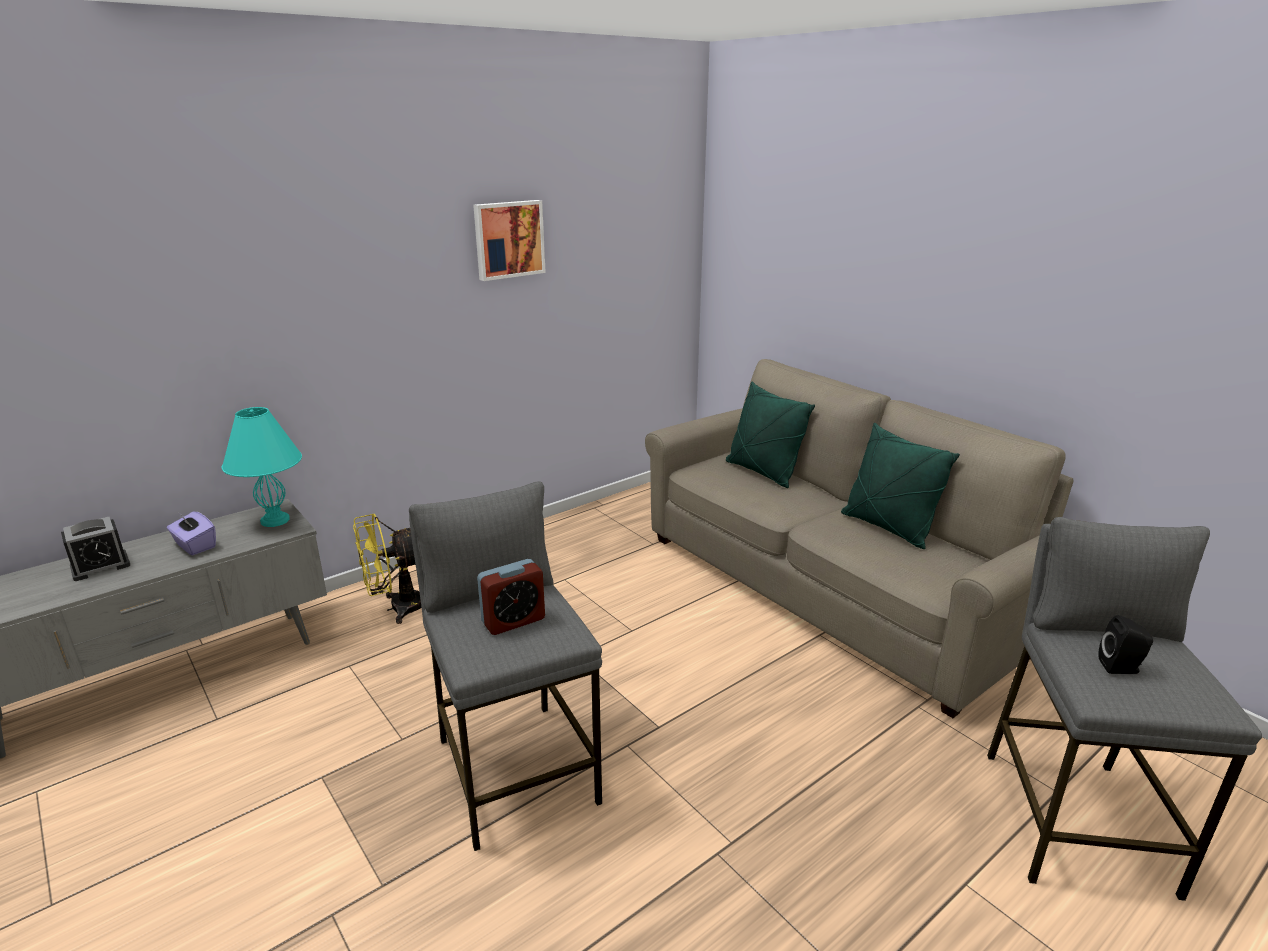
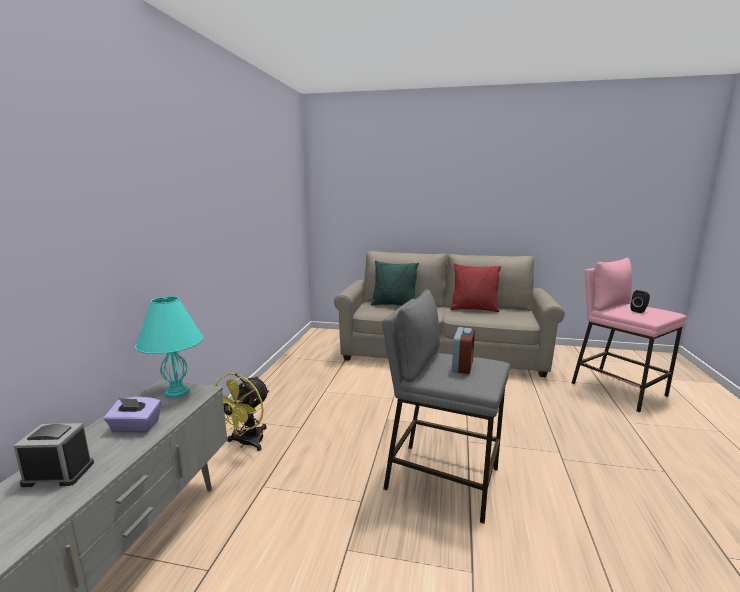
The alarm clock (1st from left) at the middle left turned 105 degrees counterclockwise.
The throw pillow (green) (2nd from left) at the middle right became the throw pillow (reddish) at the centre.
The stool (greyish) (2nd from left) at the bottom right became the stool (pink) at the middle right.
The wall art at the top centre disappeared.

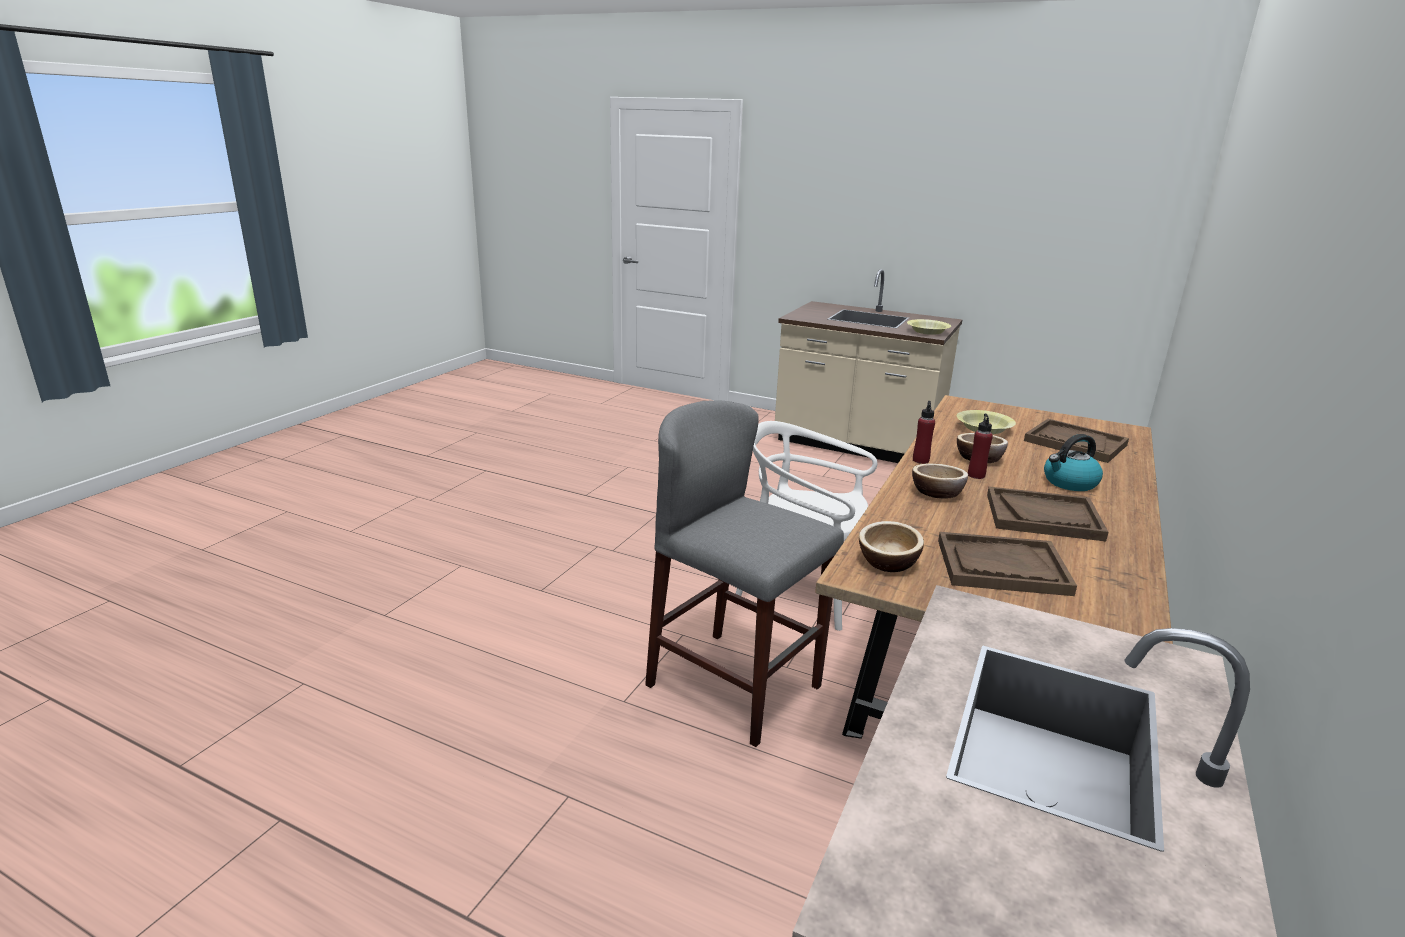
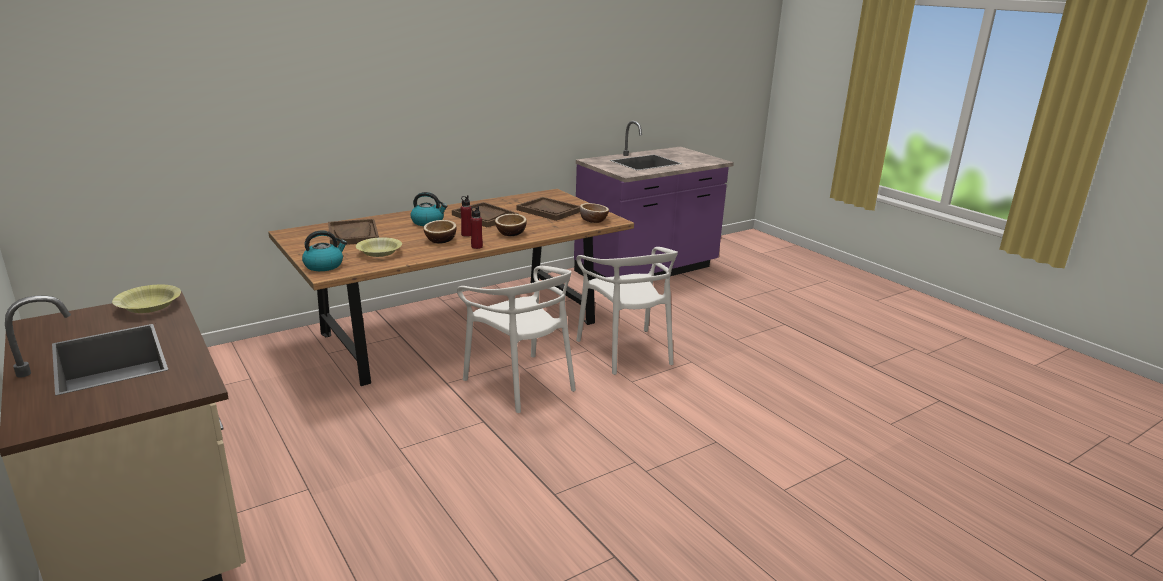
The tea kettle (1st from left) at the middle left appeared.
The stool (greyish) at the centre was replaced by the upright chair (white-coloured) (2nd from left) at the centre.

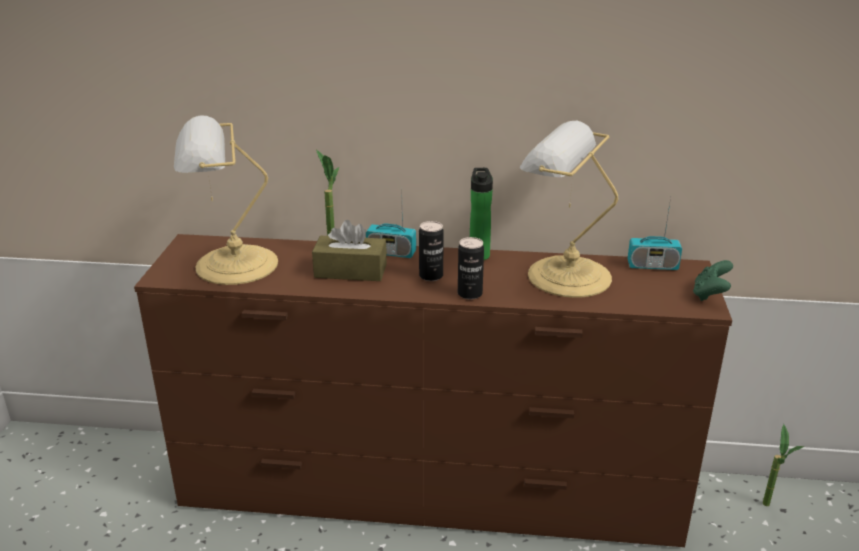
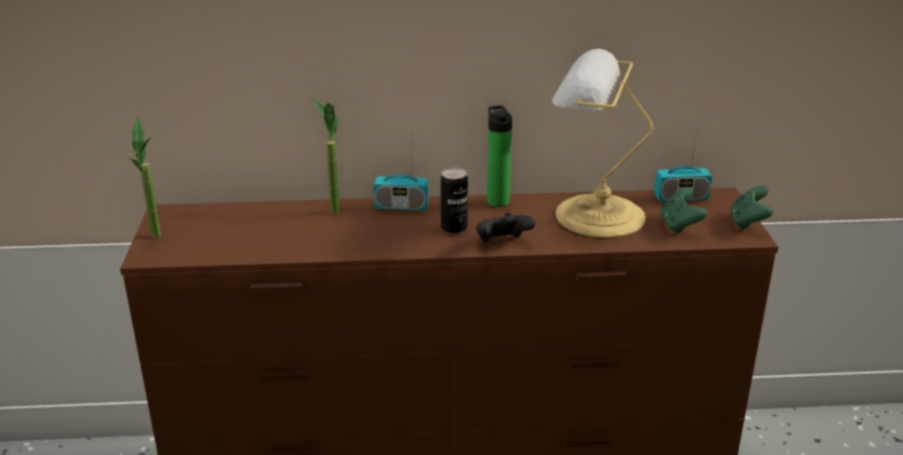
The plant in a pot (2nd from left in the first image) moved from the bottom right to the middle left.
The sealed can (2nd from left) at the centre was replaced by the gamepad (blackish) at the centre.
The gamepad (green) (1st from left) at the middle right appeared.
The tabletop lamp (1st from left) at the middle left disappeared.
The box of tissues (brown) at the centre disappeared.

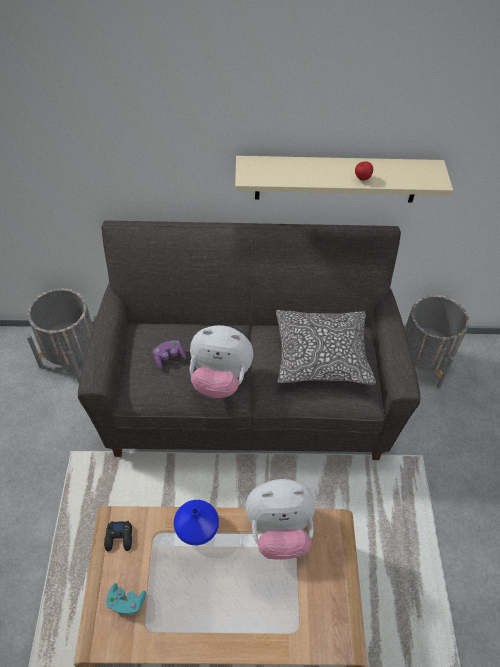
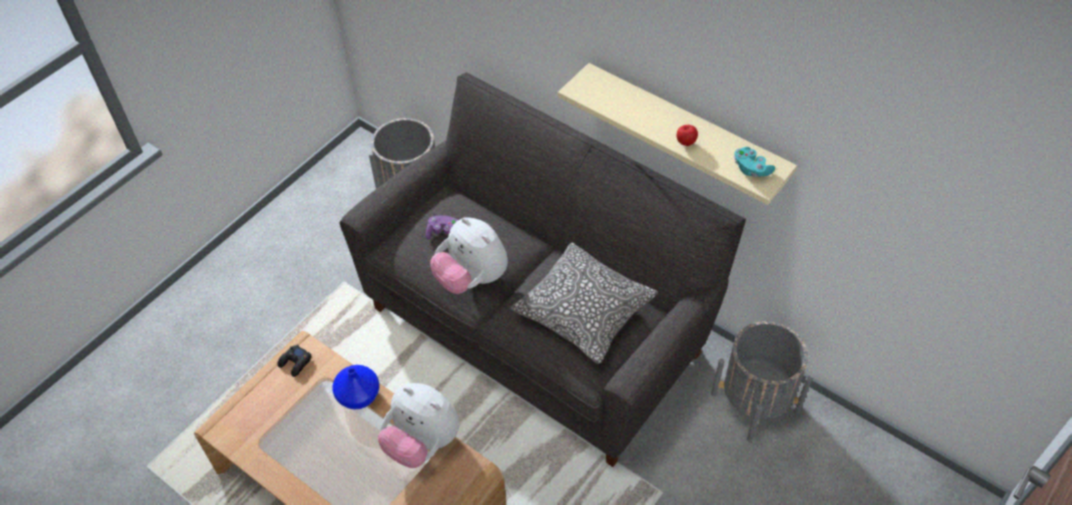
The gamepad (turquoise-coloured) moved from the bottom left to the top right.

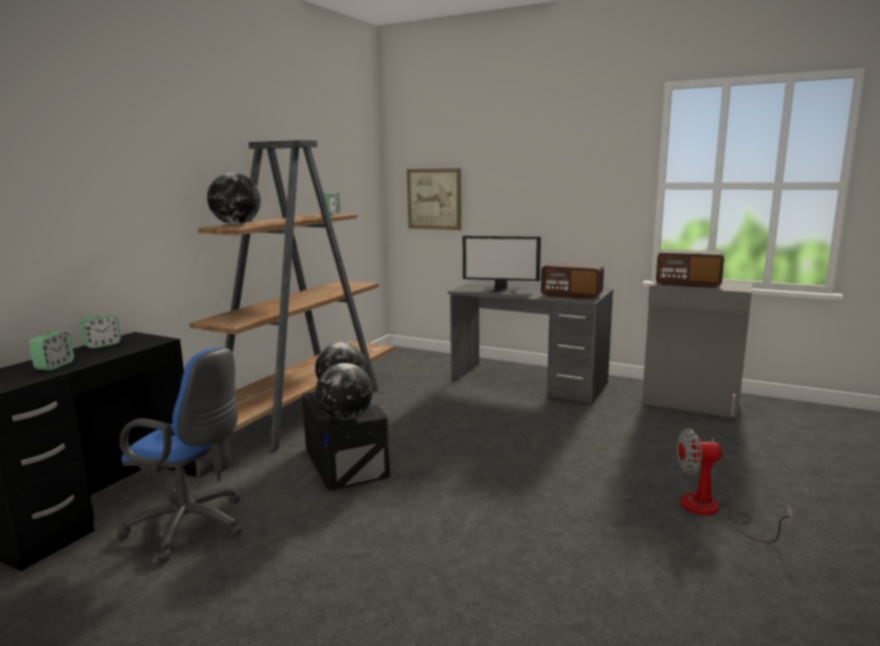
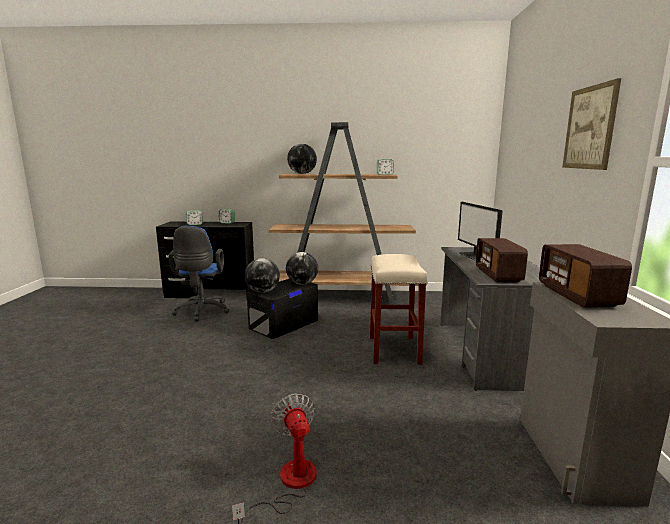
The stool (sand-coloured) at the centre appeared.
The wall art moved from the top centre to the top right.

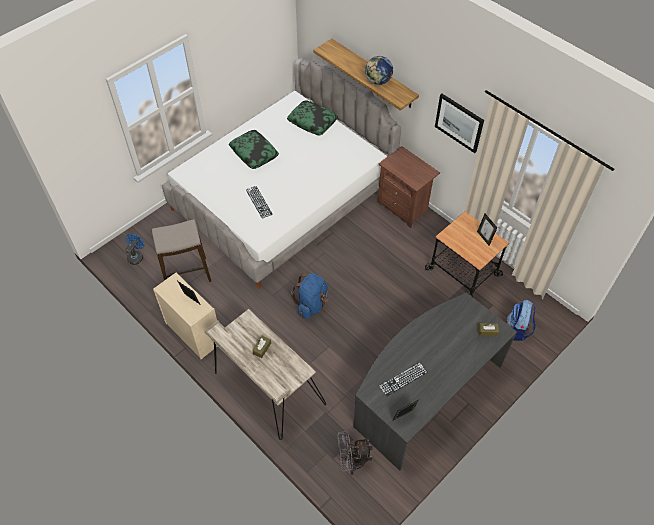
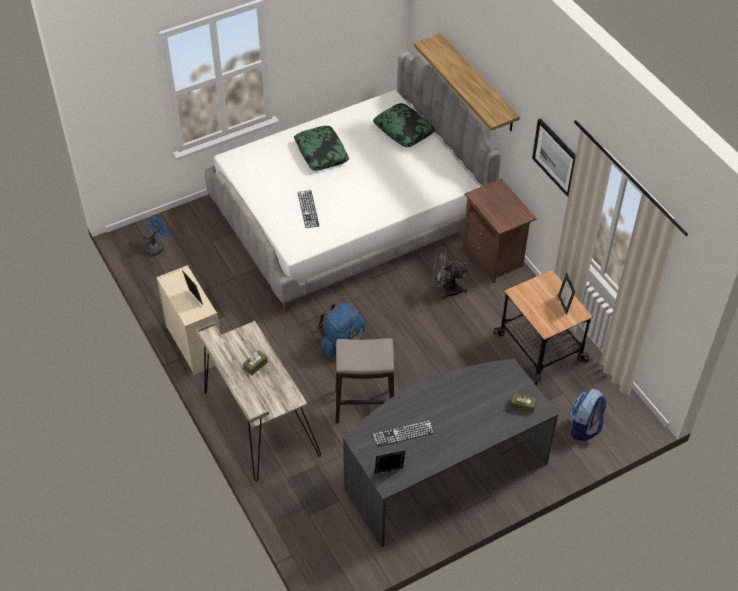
The stool moved from the middle left to the centre.
The electric fan (greyish) moved from the bottom centre to the centre.
The globe at the top centre disappeared.

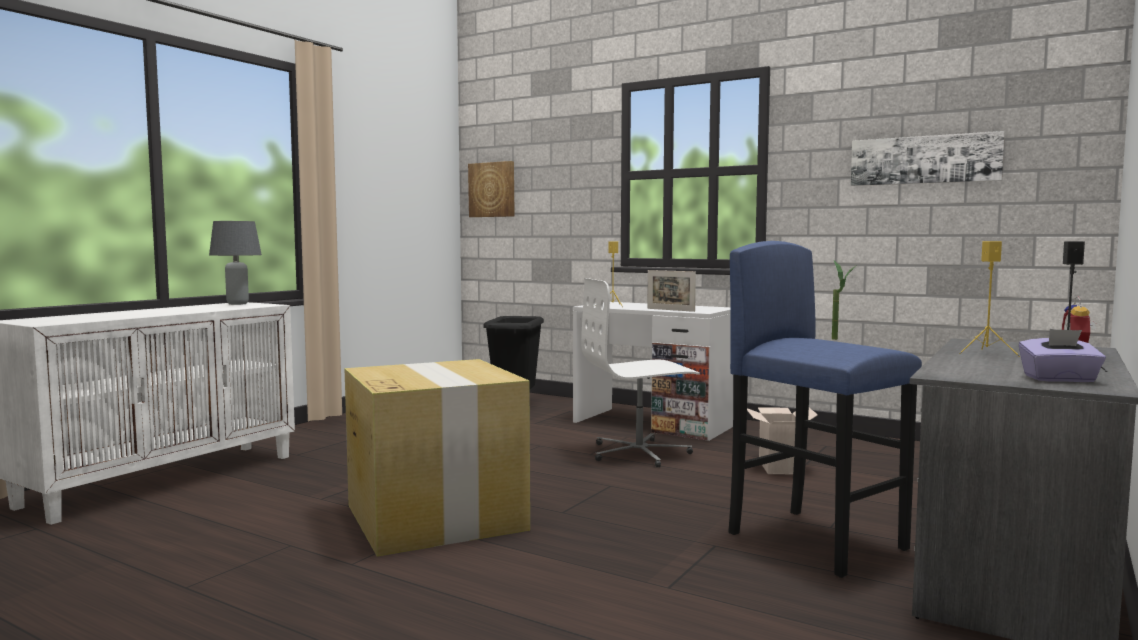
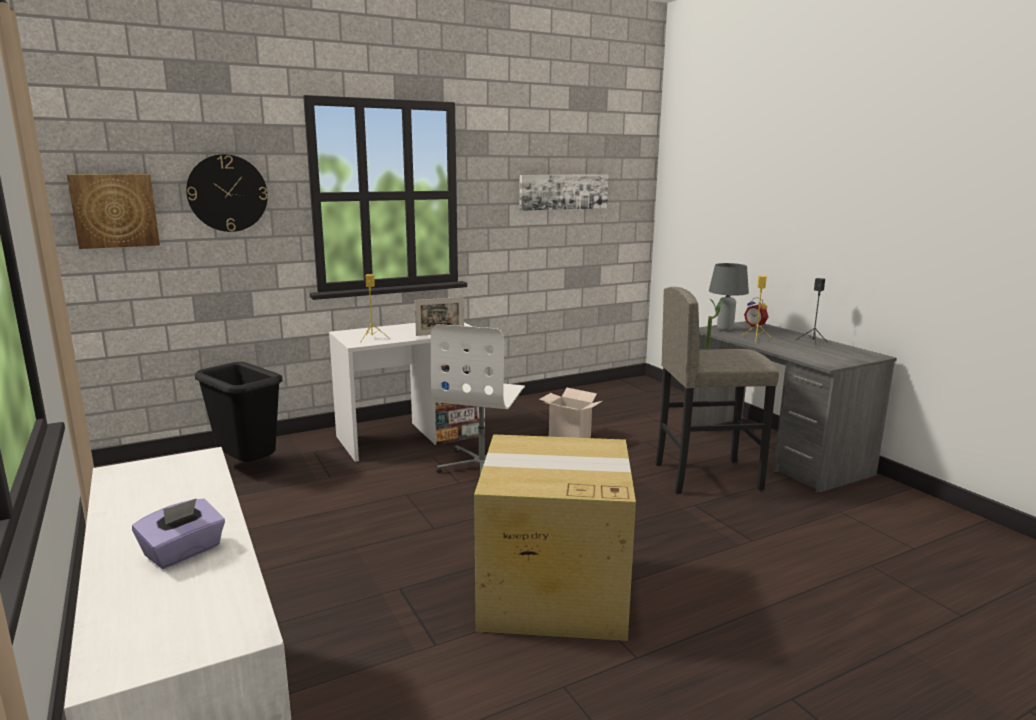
The box of tissues (purplish) moved from the middle right to the bottom left.
The wall clock at the top left appeared.
The stool (bluish) at the middle right became the stool (greyish) at the middle right.
The tabletop lamp (greyish) moved from the middle left to the middle right.

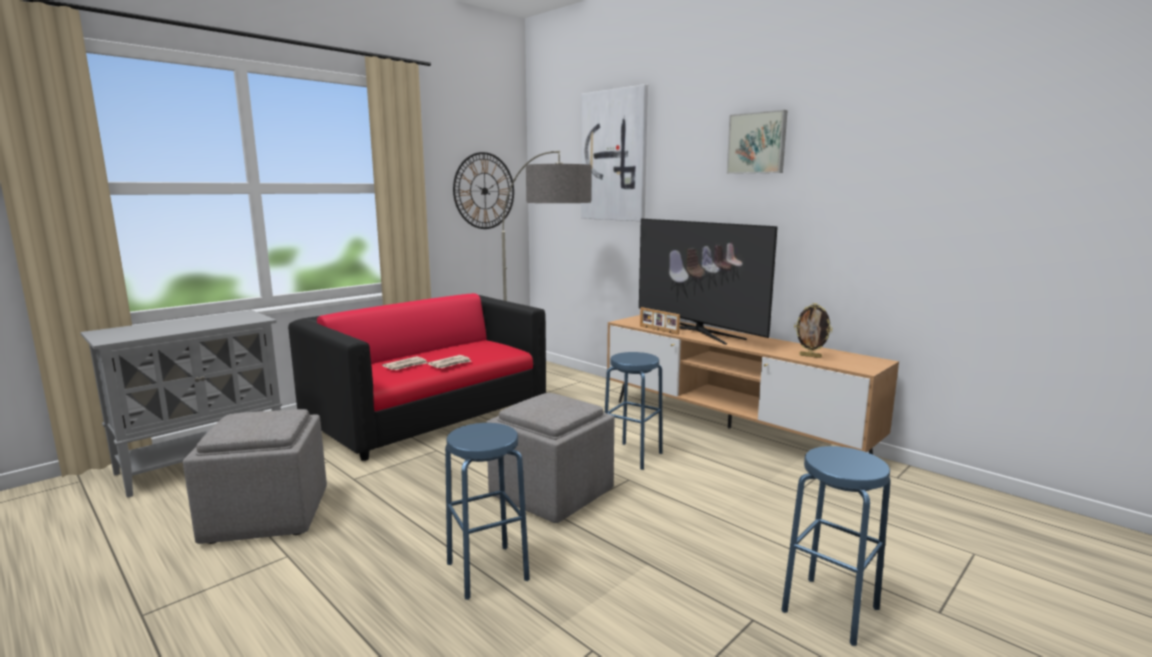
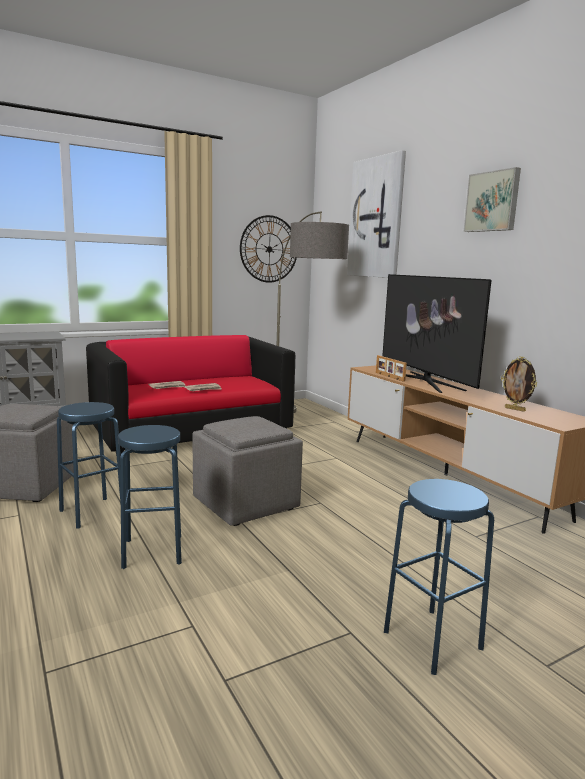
The stool (bluish) (2nd from left in the first image) moved from the centre to the middle left.

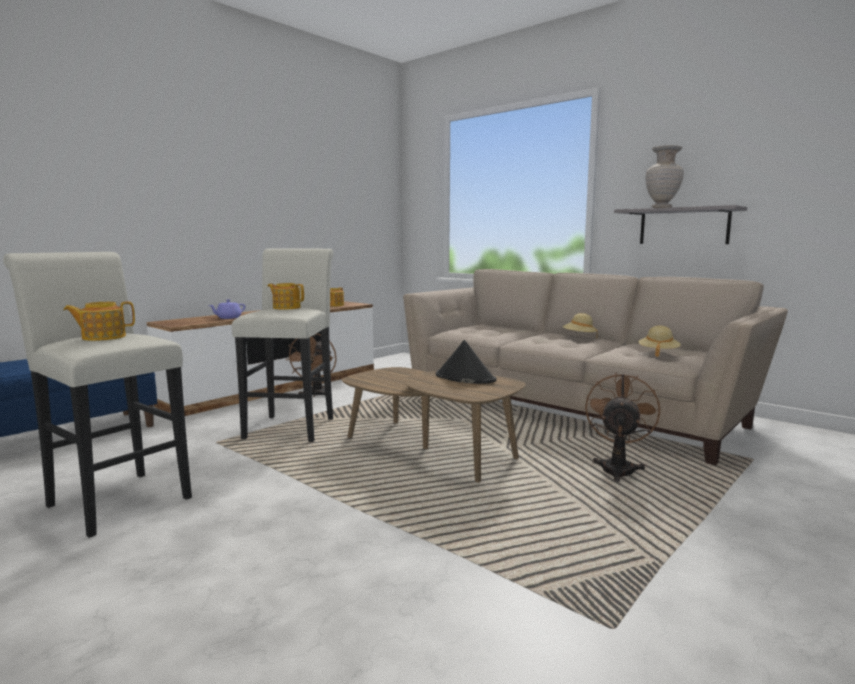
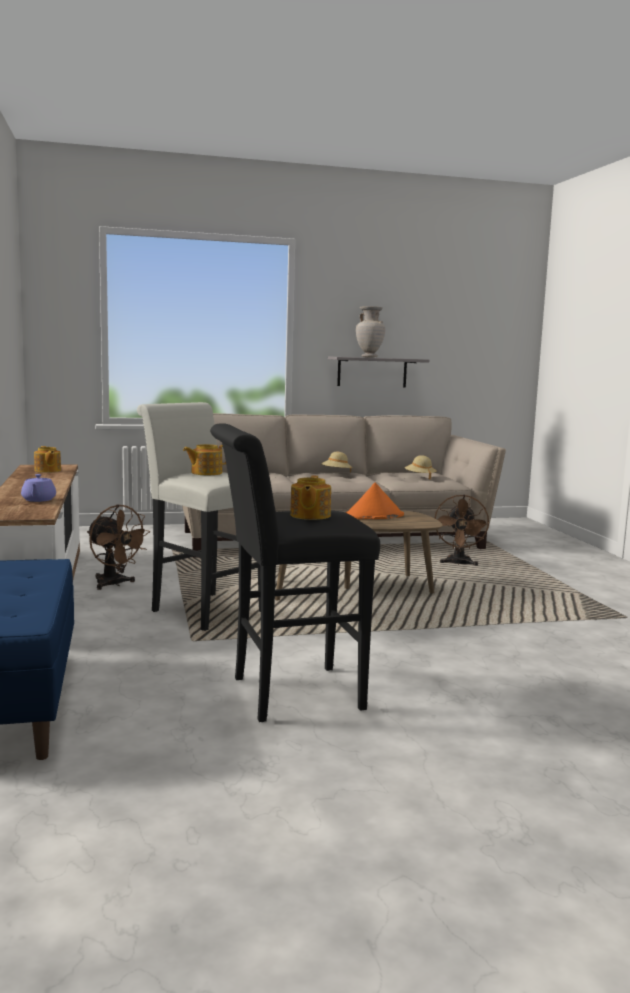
The stool (white-coloured) (1st from left) at the middle left became the stool (blackish) at the centre.
The clothing hat (blackish) at the centre became the clothing hat (orange) at the centre.
The electric fan (brown) (2nd from left) at the middle right turned 135 degrees counterclockwise.

